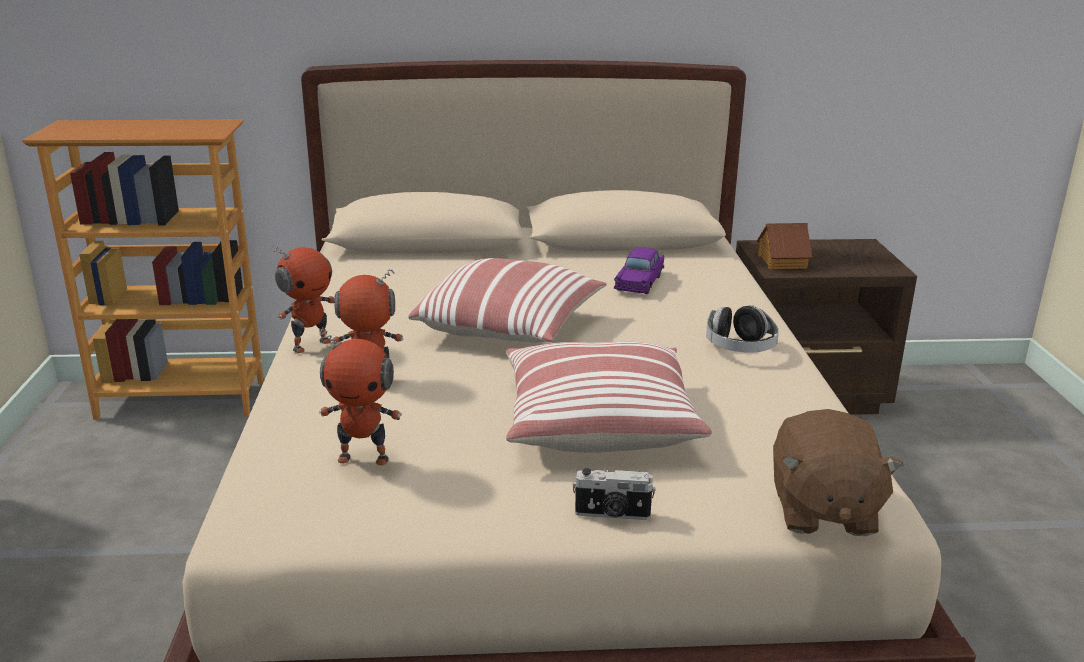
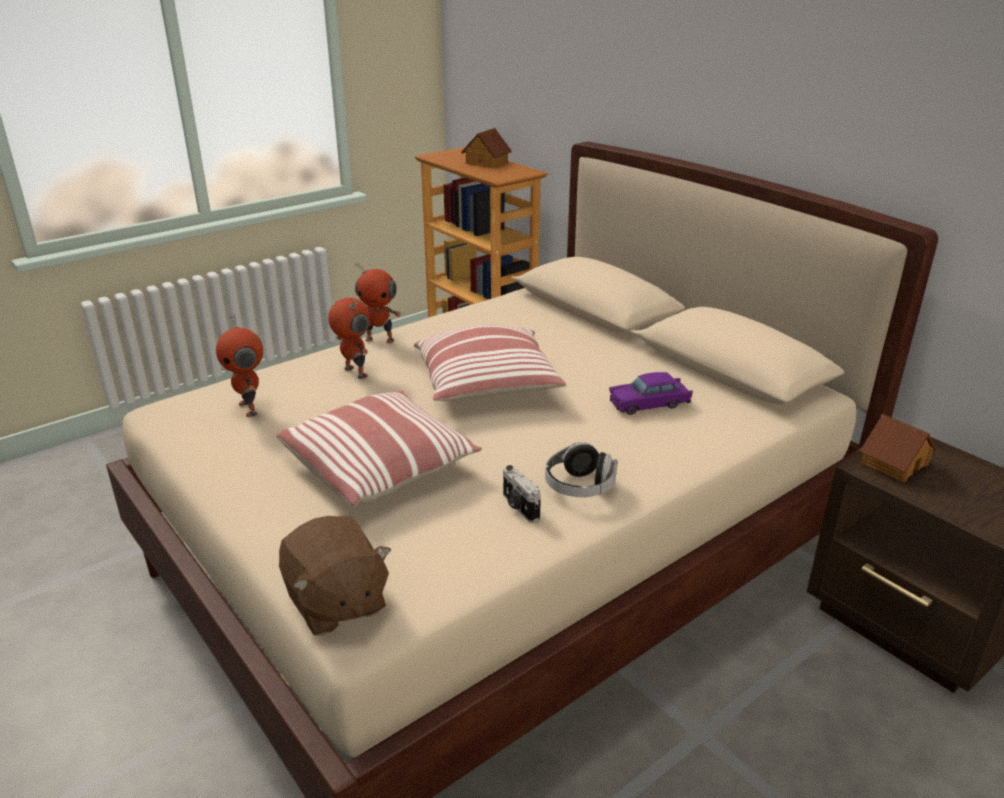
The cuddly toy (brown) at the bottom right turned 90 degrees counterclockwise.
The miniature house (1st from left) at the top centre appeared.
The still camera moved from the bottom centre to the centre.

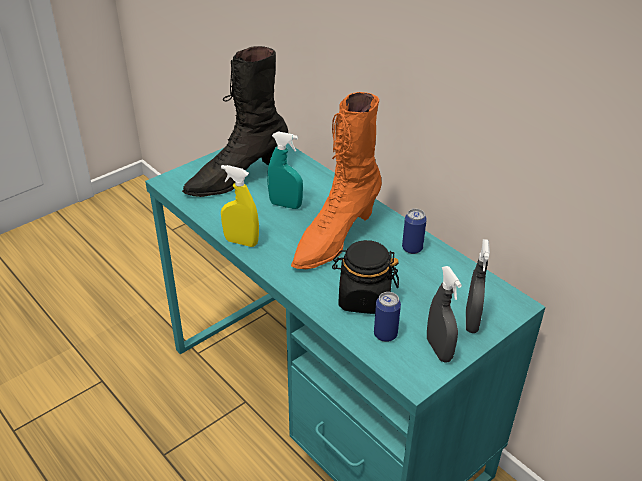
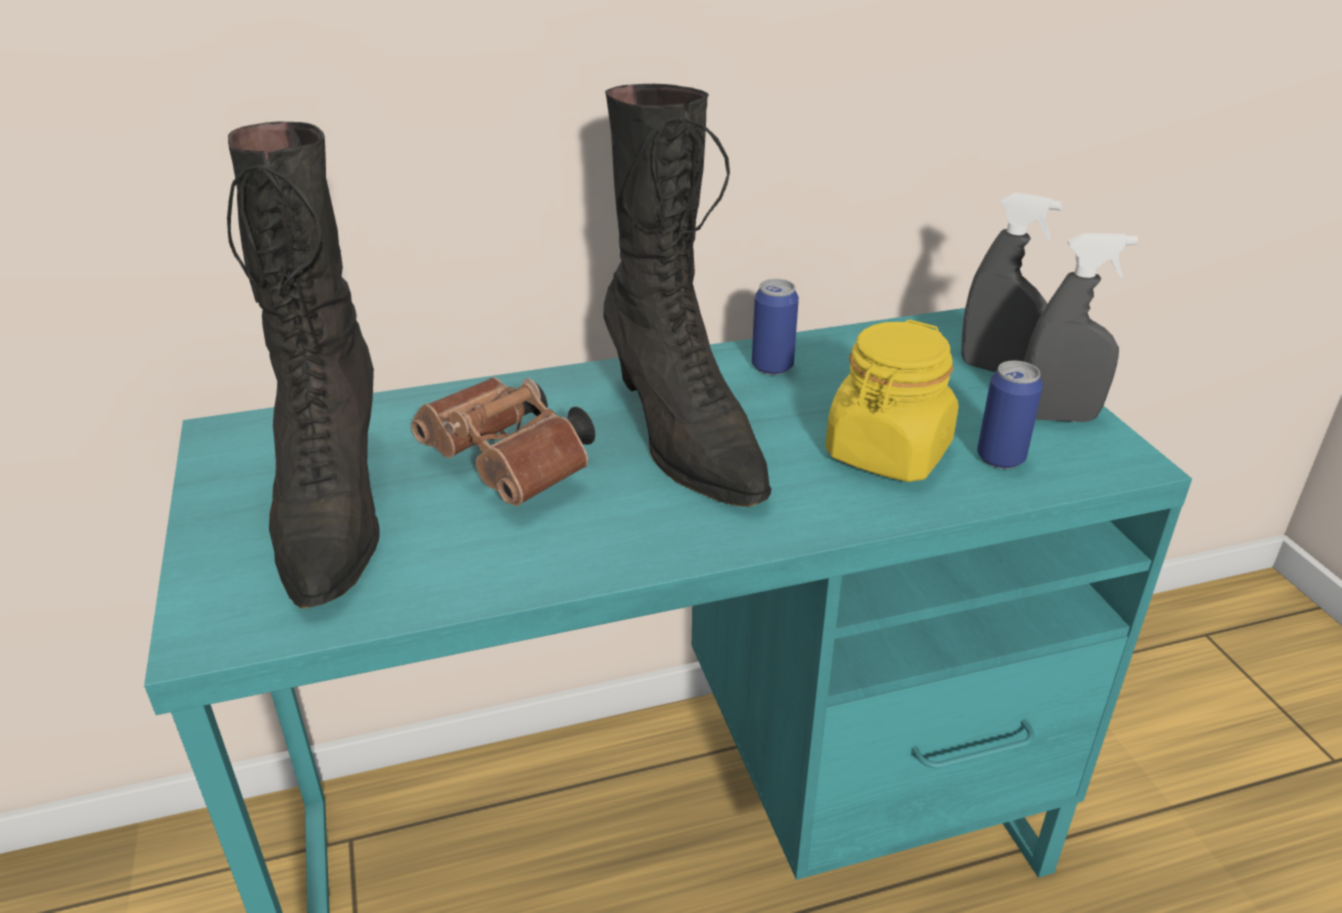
The spray bottle (turquoise-coloured) at the centre was replaced by the field glasses (brown) at the centre.
The boot (orange) at the centre became the boot (blackish) (2nd from left) at the top centre.
The storage jar (blackish) at the centre became the storage jar (yellow) at the centre.
The spray bottle (yellow) at the centre disappeared.

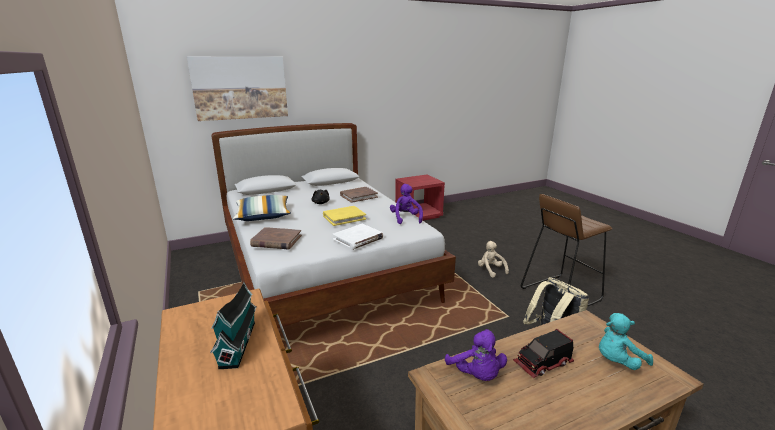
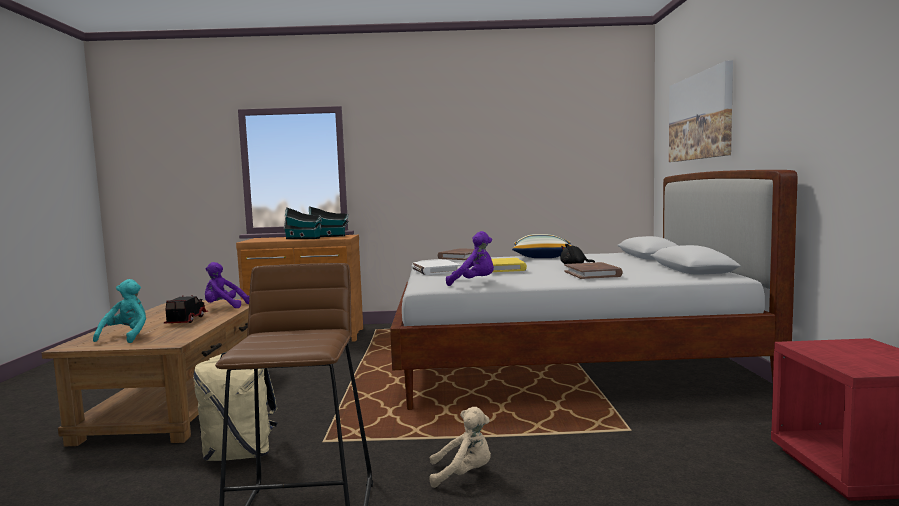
The miniature house (2nd from left) at the centre appeared.

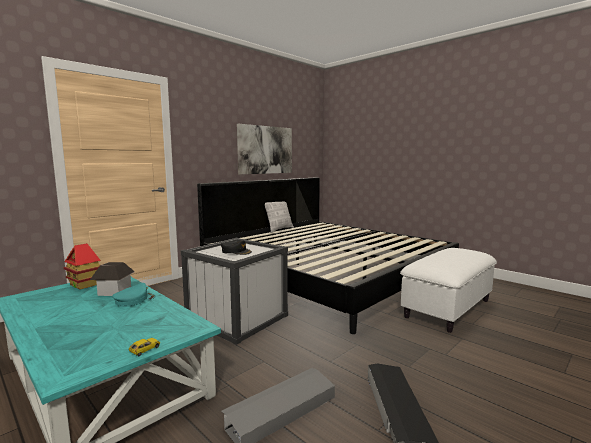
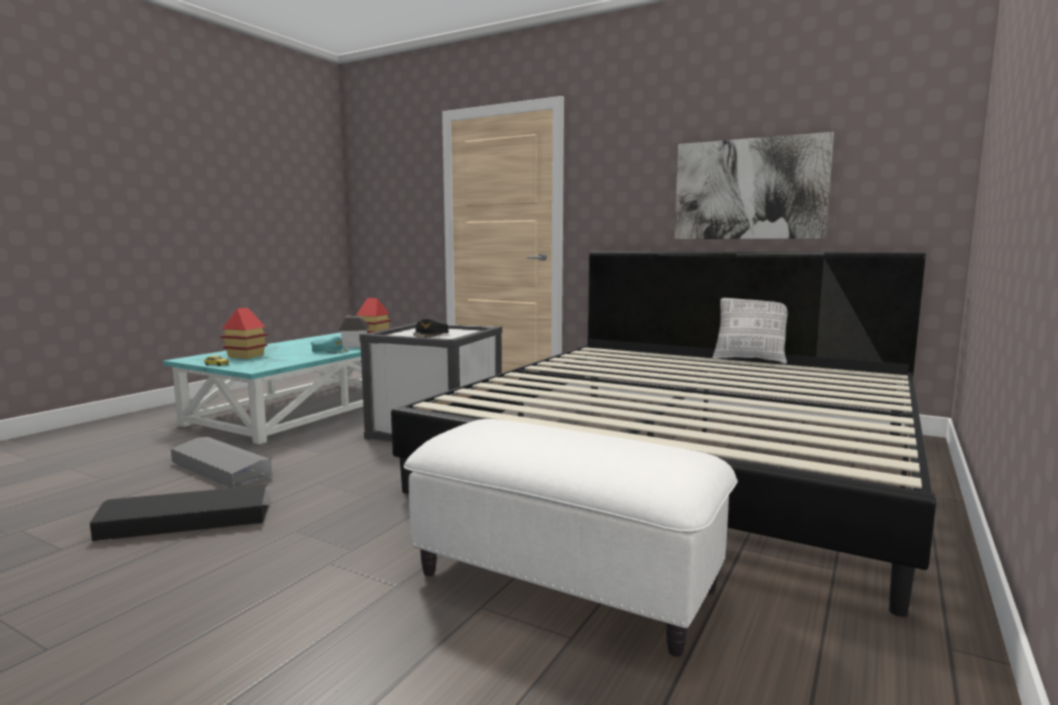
The miniature house (1st from left) at the middle left appeared.

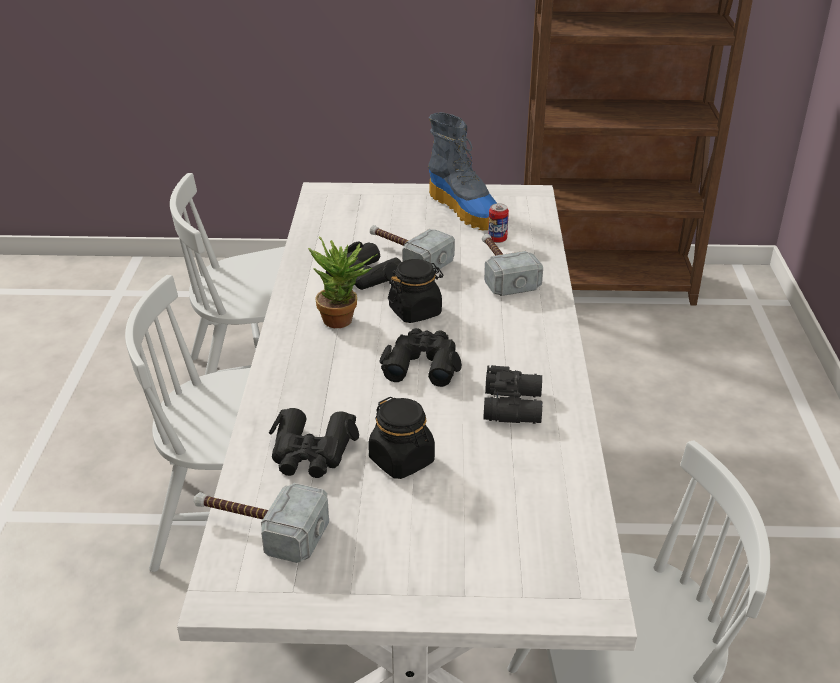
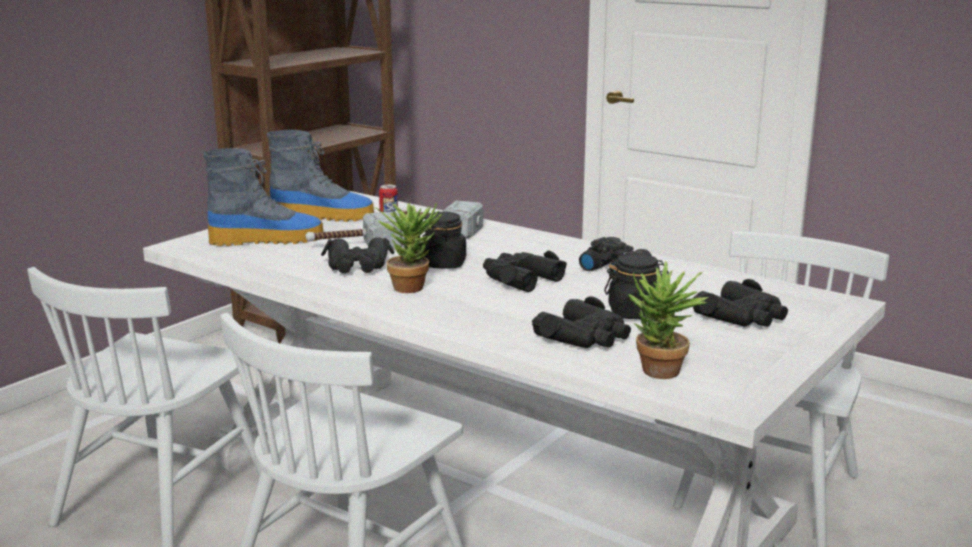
The boot (1st from left) at the middle left appeared.
The hammer (1st from left) at the bottom left was replaced by the plant in a pot (2nd from left) at the middle right.
The field glasses (blackish) (5th from left) at the middle right appeared.

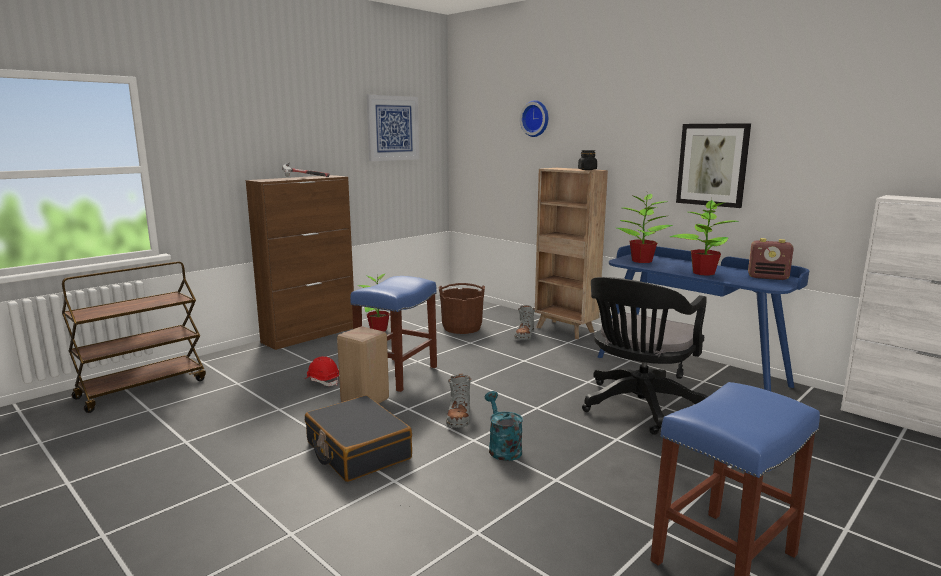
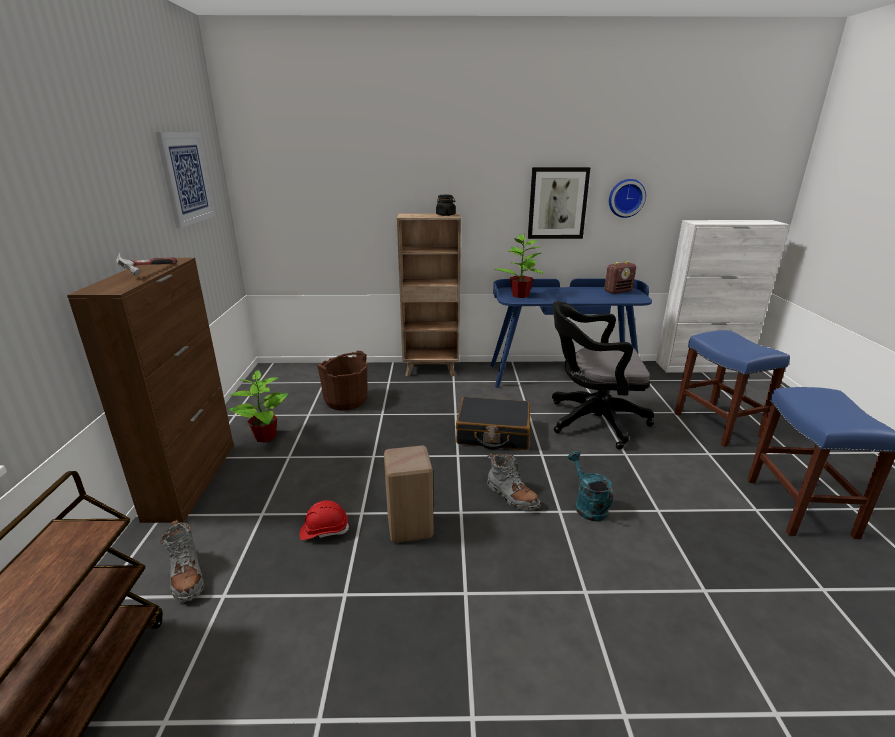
The boot (greyish) (2nd from left in the first image) moved from the centre to the bottom left.
The travel case (blackish) moved from the bottom centre to the centre.
The computer chair (blackish) at the middle right turned 105 degrees clockwise.
The watering pot (turquoise-coloured) at the bottom centre turned 45 degrees clockwise.
The wall clock moved from the top centre to the top right.
The stool (bluish) (1st from left) moved from the centre to the middle right.
The plant in a pot (3rd from left) at the middle right disappeared.

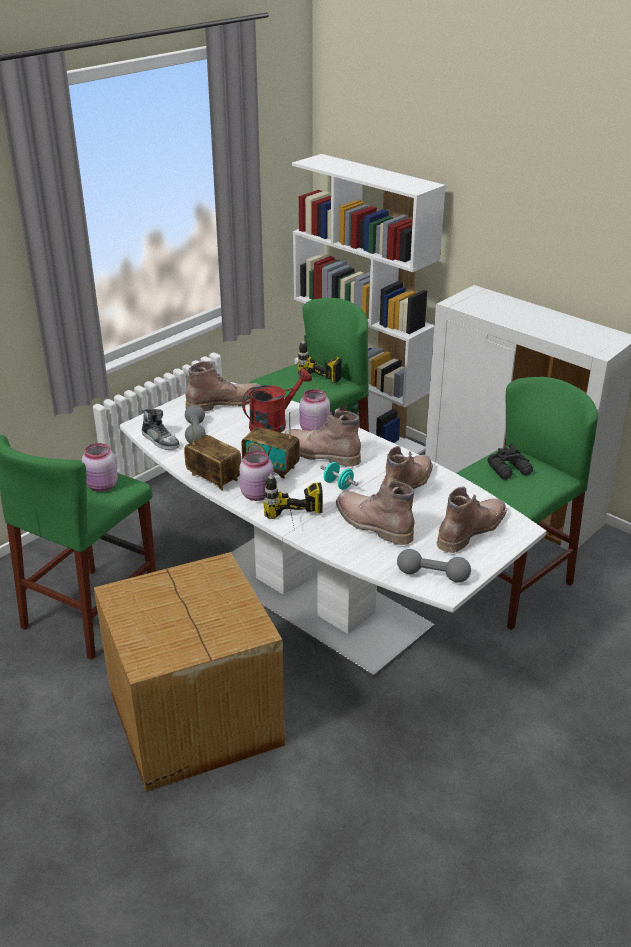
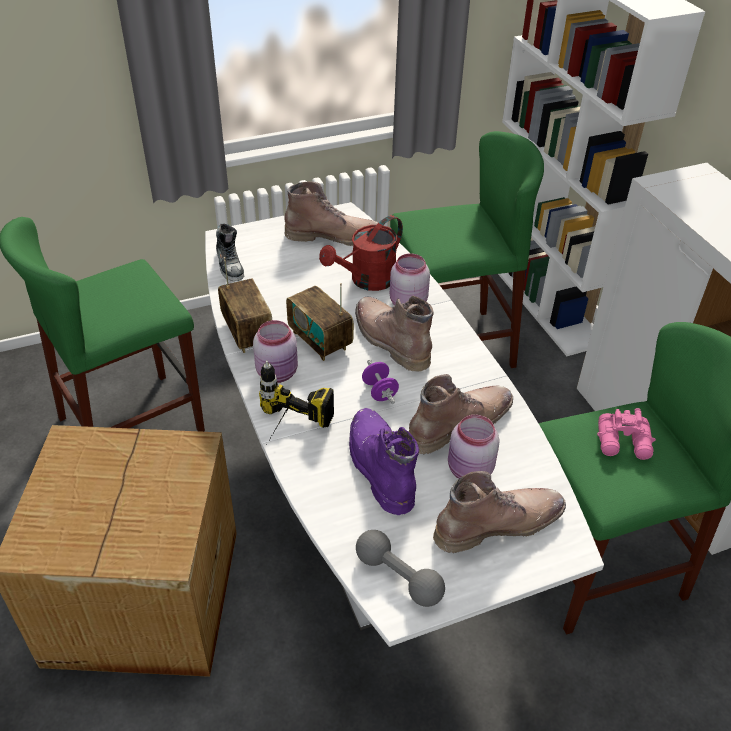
The watering pot (reddish) at the centre turned 150 degrees clockwise.
The boot (brown) (3rd from left) at the centre became the boot (purplish) at the centre.
The hand weight (turquoise-coloured) at the centre became the hand weight (purplish) at the centre.
The storage jar (pink) (1st from left in the first image) moved from the middle left to the centre.
The field glasses (blackish) at the middle right became the field glasses (pink) at the middle right.
The hand weight (greyish) (1st from left) at the middle left disappeared.
The electric drill (2nd from left) at the centre disappeared.

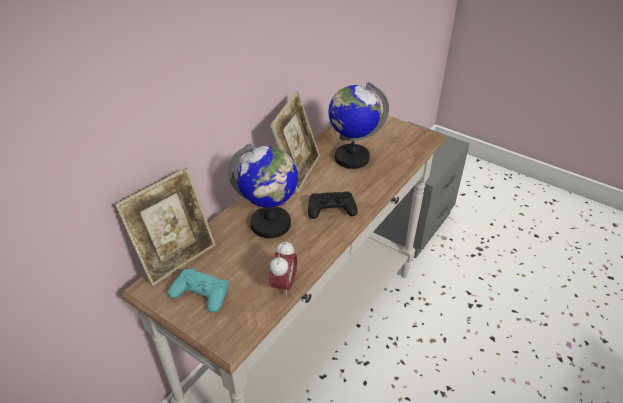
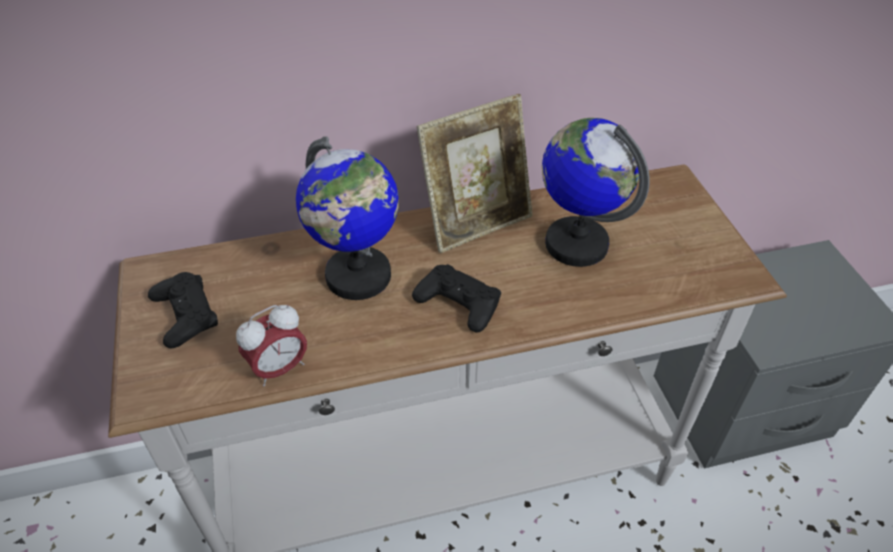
The gamepad (turquoise-coloured) at the bottom left became the gamepad (blackish) (1st from left) at the middle left.
The picture frame (1st from left) at the middle left disappeared.

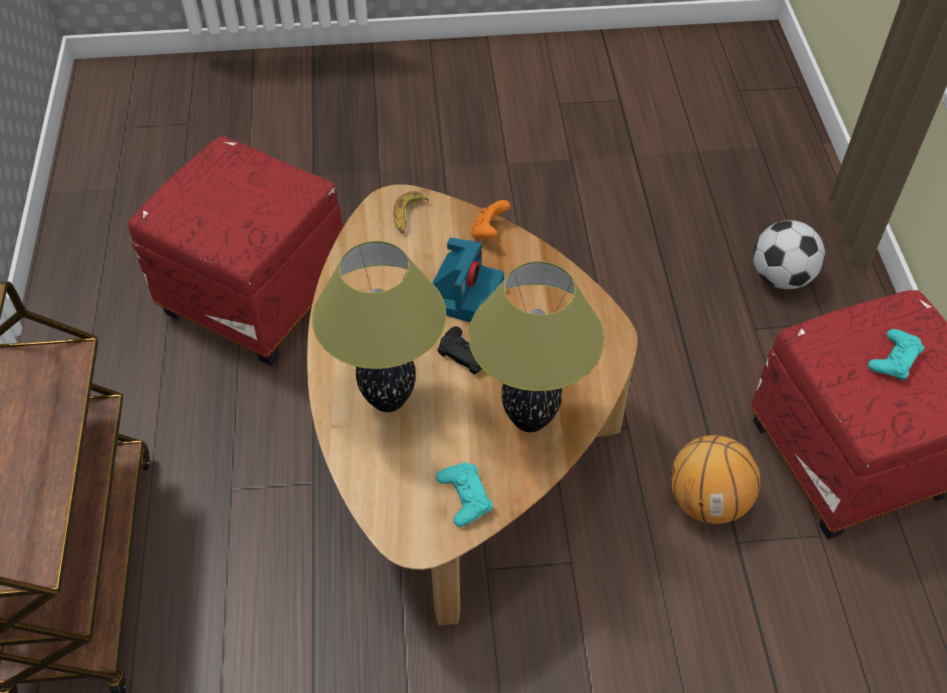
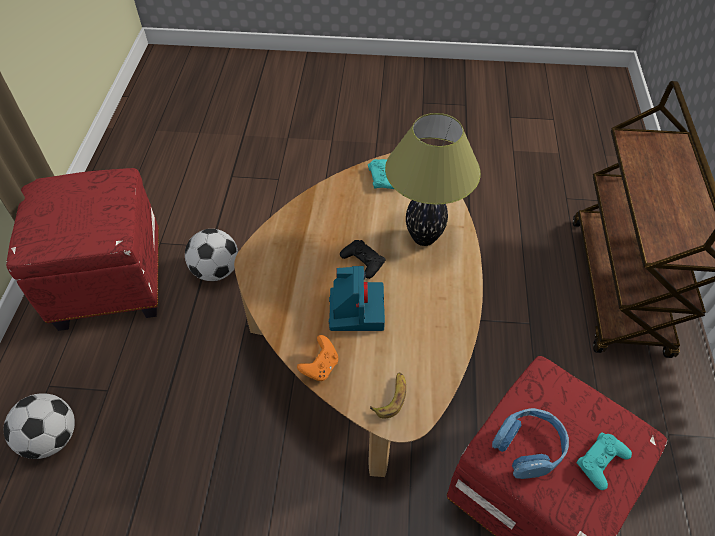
The basketball at the bottom right was replaced by the football (2nd from left) at the middle left.
The still camera at the centre turned 150 degrees clockwise.
The pair of headphones (bluish) at the bottom right appeared.
The gamepad (turquoise-coloured) (2nd from left) moved from the middle right to the bottom right.
The tabletop lamp (2nd from left) at the centre disappeared.

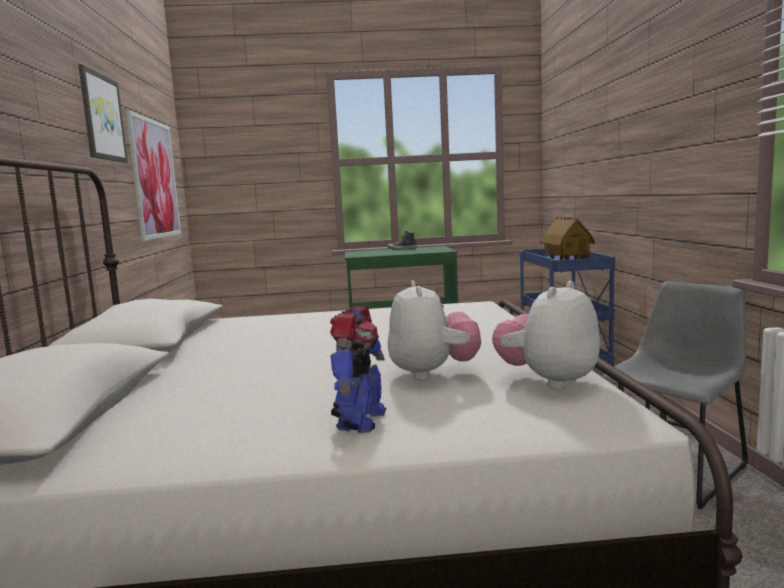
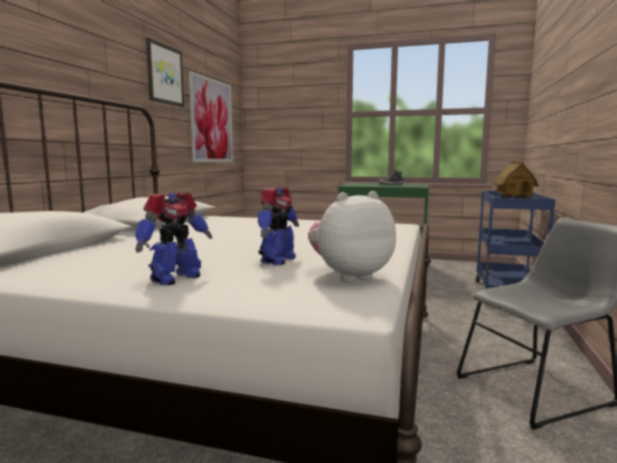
The cuddly toy (1st from left) at the centre was replaced by the model robot (2nd from left) at the centre.

